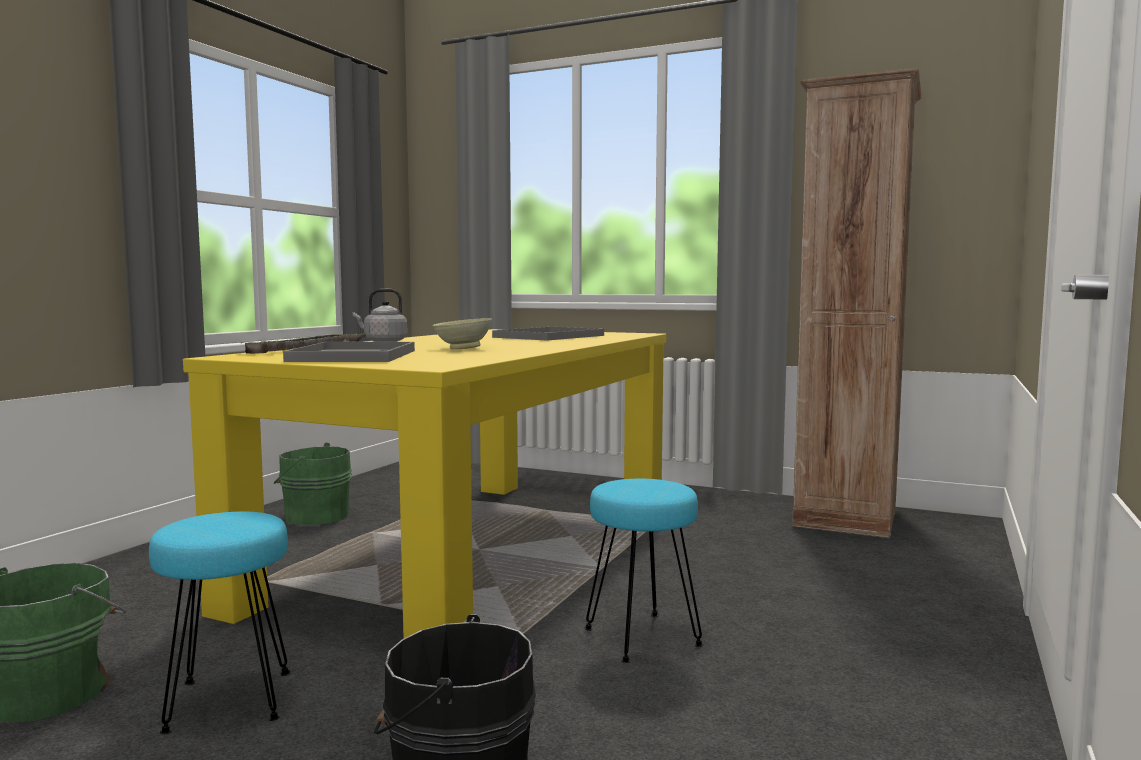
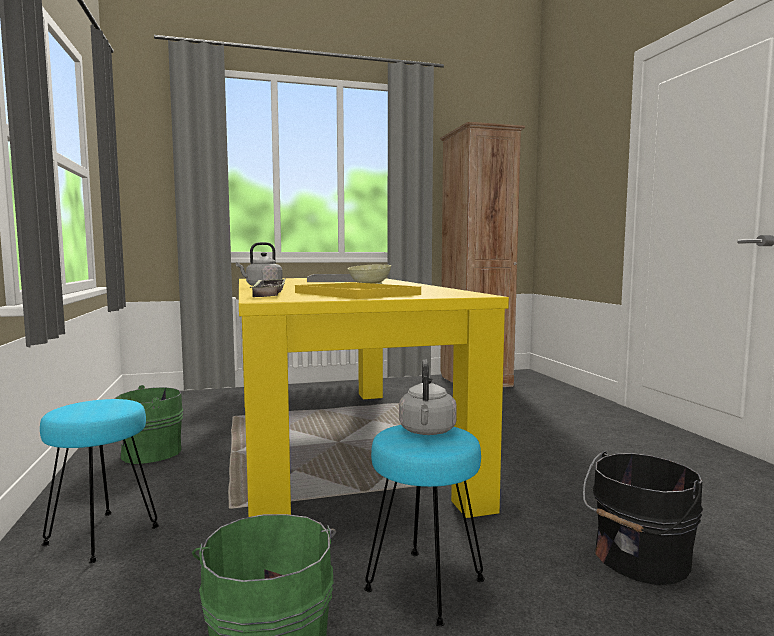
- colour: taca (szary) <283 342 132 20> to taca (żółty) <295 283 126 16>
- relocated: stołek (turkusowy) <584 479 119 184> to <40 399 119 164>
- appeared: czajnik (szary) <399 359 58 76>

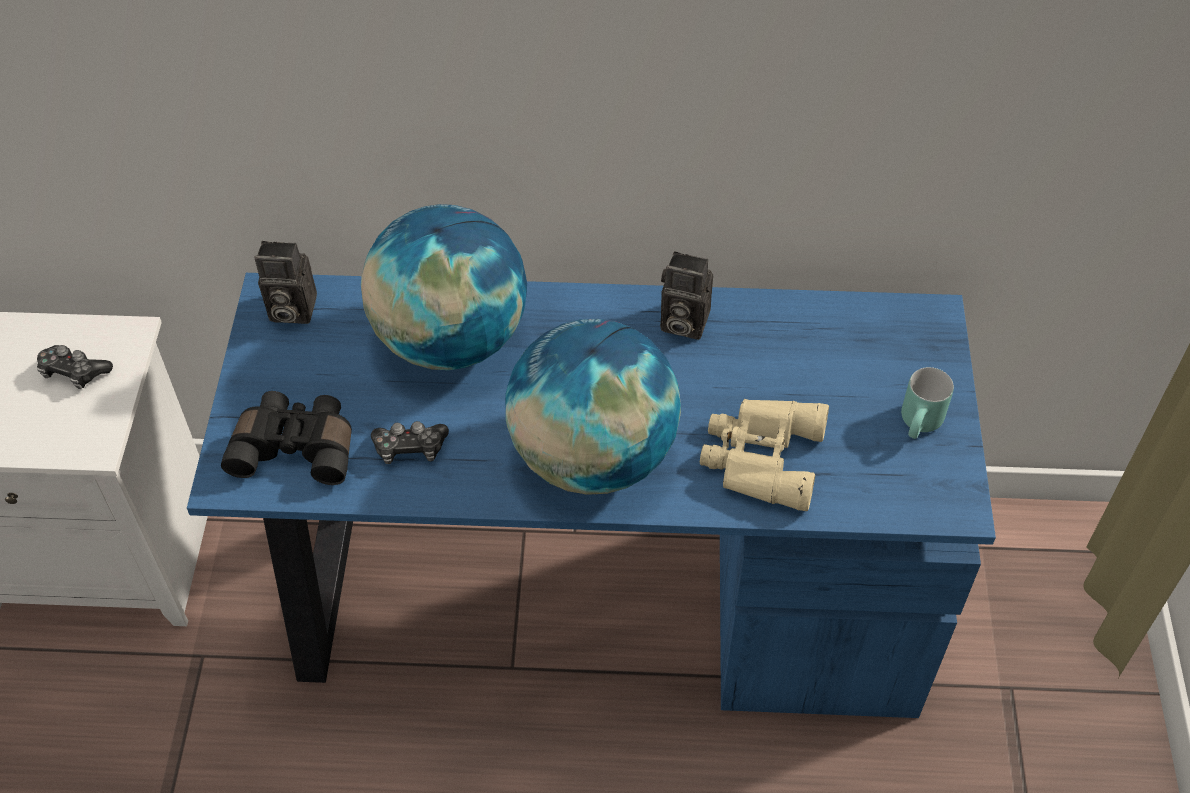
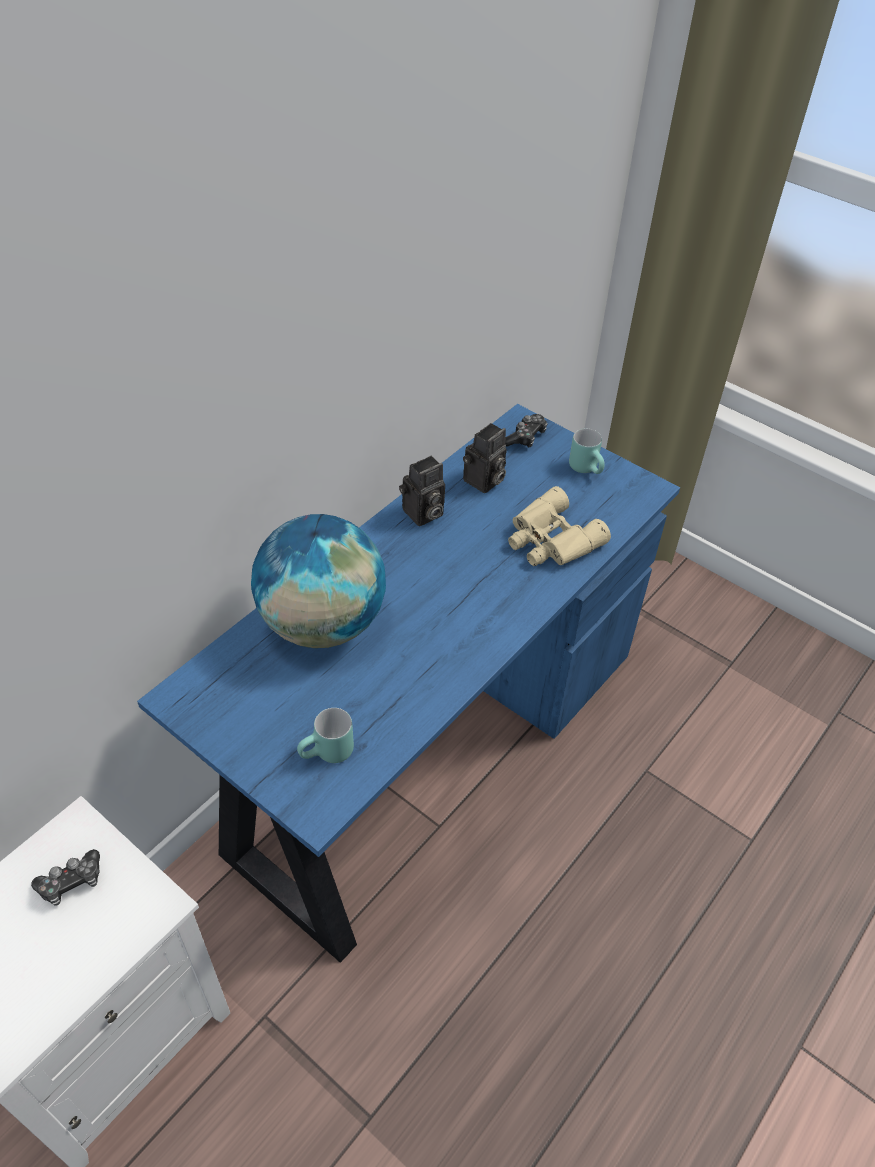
- exchanged: lornetka (czarny) <221 391 131 94> to kubek (turkusowy) <297 708 57 55>
- relocated: aparat fotograficzny <254 241 63 83> to <463 423 44 70>
- relocated: pad do gier <371 421 78 43> to <505 414 43 34>
- missing: globus <505 319 176 176>

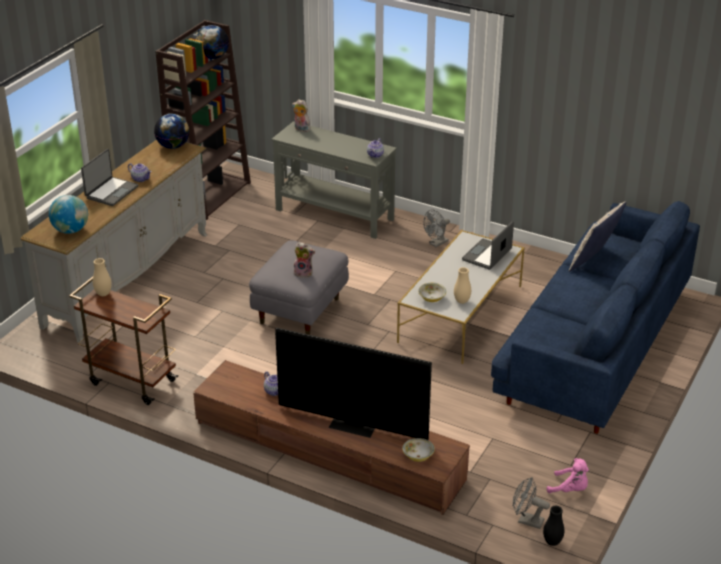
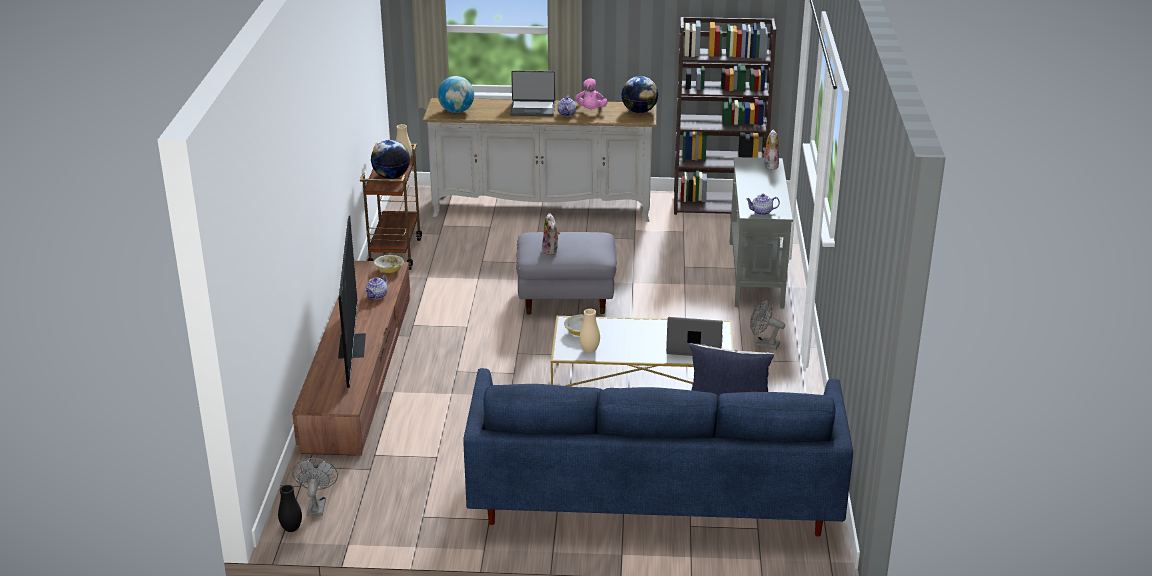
- relocated: globus <196 25 33 34> to <371 140 39 39>
- relocated: miska <402 438 33 24> to <374 255 30 18>
- relocated: pluszak (różowy) <547 458 42 35> to <575 78 33 31>

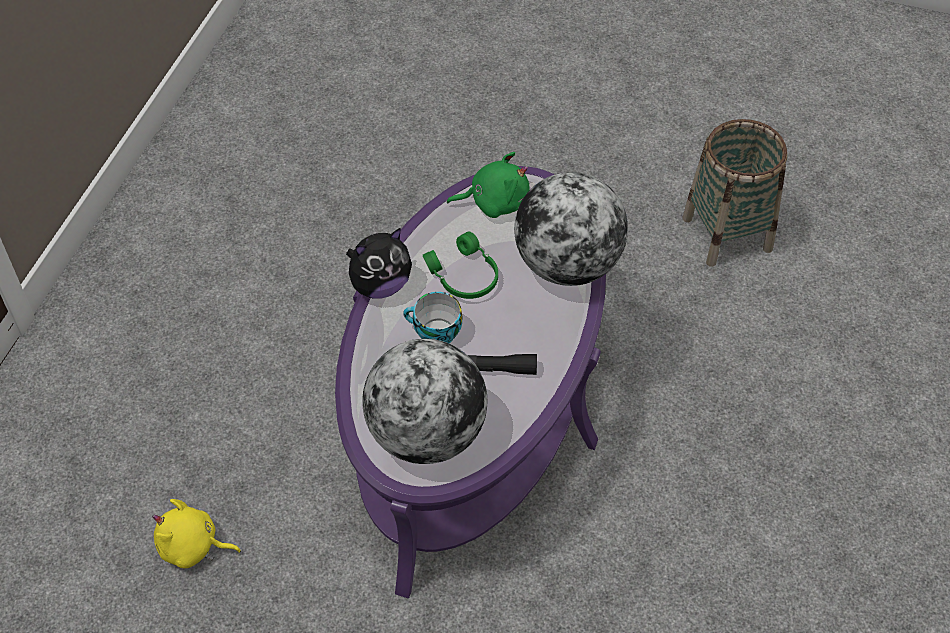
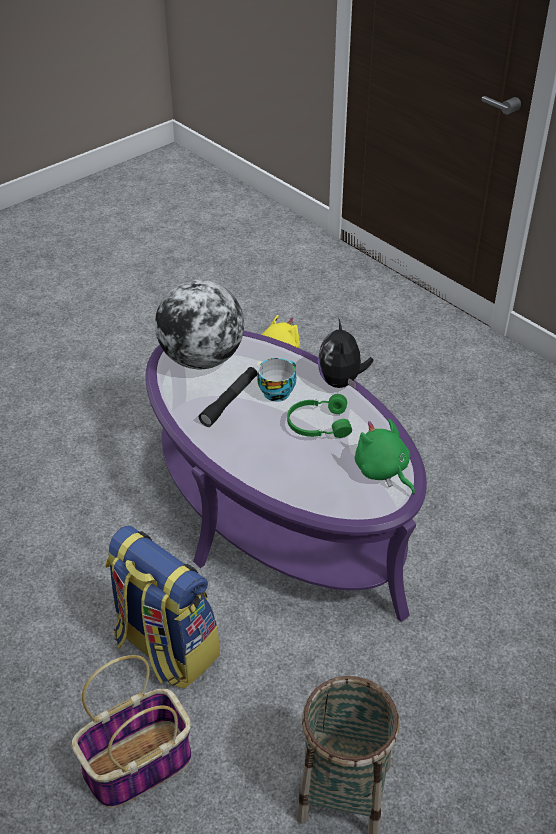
- spun: pluszak (zielony) <447 152 82 66> = <355 419 60 75> 120 degrees clockwise
- missing: globus <514 172 114 114>
- appeared: koszyk <72 655 120 153>
- appeared: plecak <105 526 115 163>

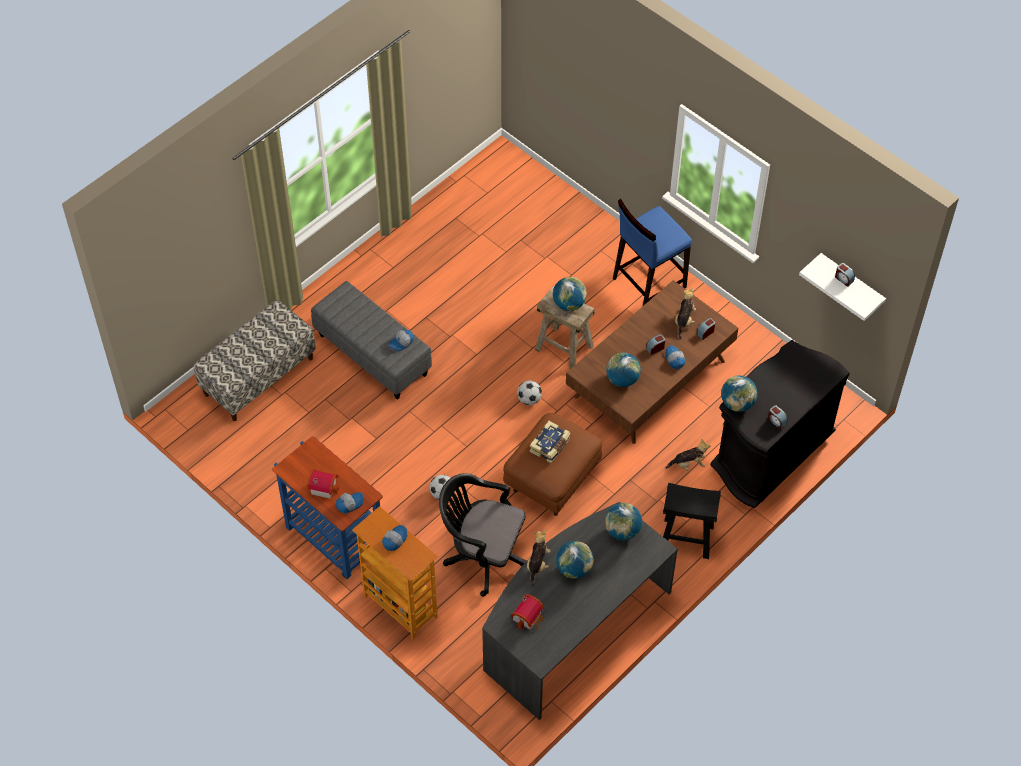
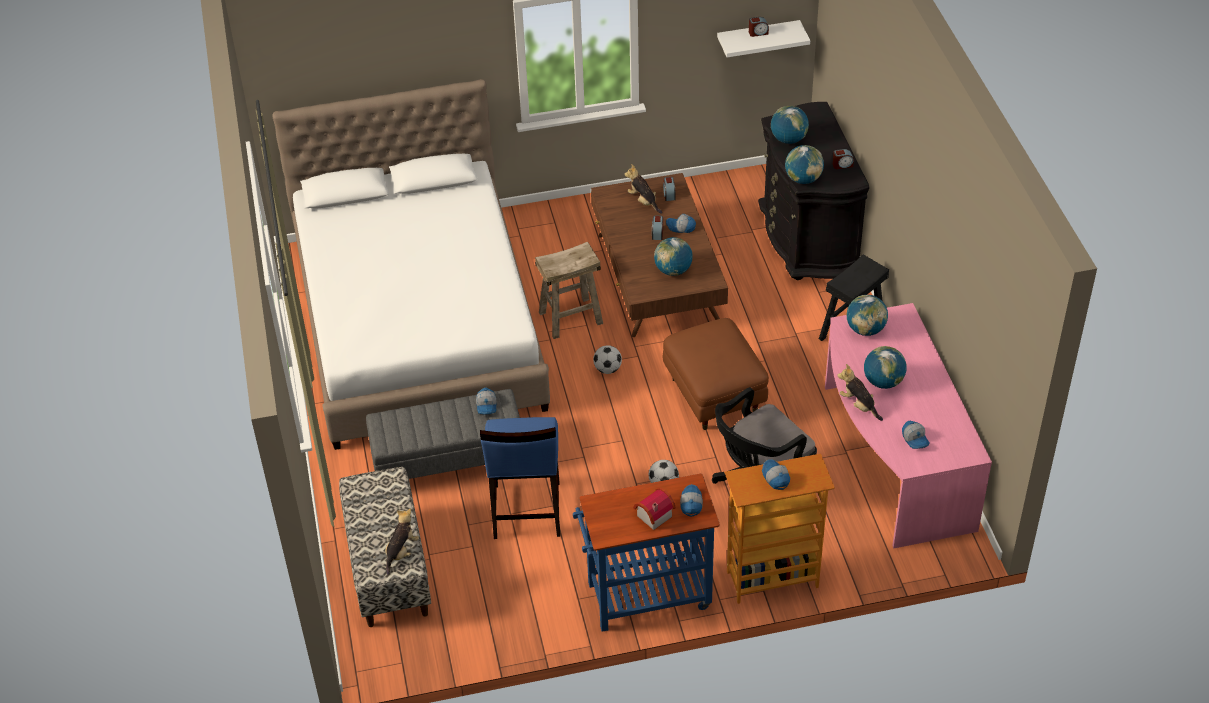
- colour: biurko (szary) <482 502 196 218> to biurko (różowy) <825 303 167 246>
- exchanged: domek <511 595 33 35> to czapka z daszkiem <902 421 28 28>
- missing: książka <530 421 40 42>
- relocated: globus <553 277 34 34> to <771 106 38 38>
- relocated: stołek (niebieski) <613 199 79 107> to <480 417 80 122>
- relocated: pluszak <665 439 45 32> to <385 508 34 67>
- appeared: łóżko (biały) <272 79 278 371>

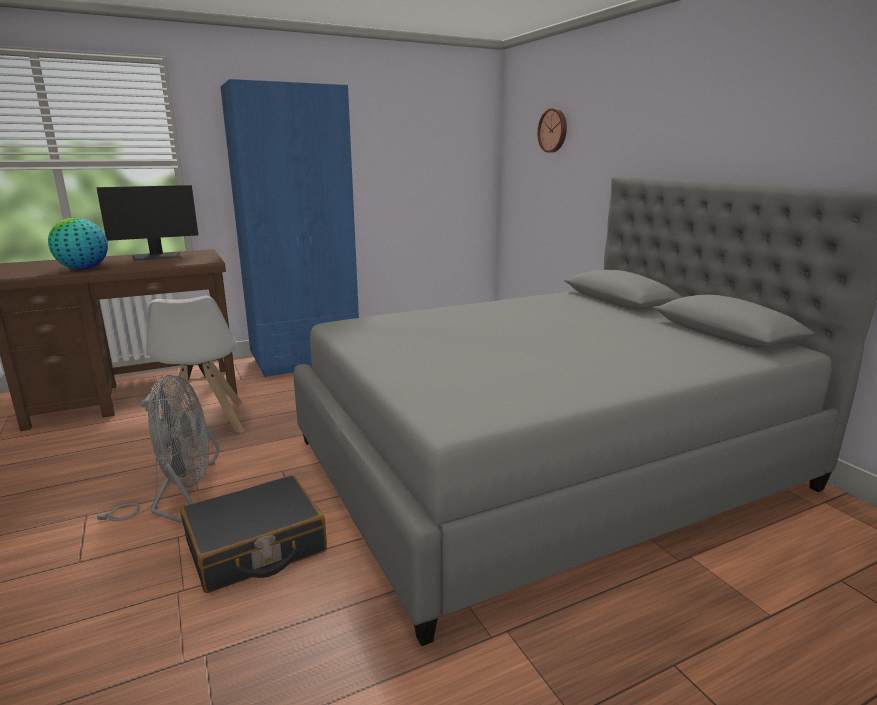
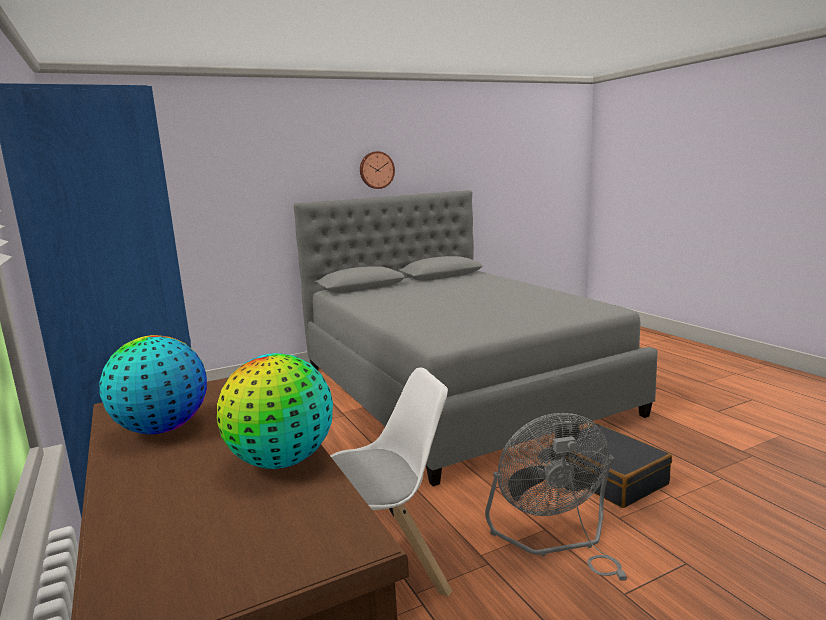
- exchanged: monitor <96 185 102 76> to globus <99 335 108 99>
- relocated: zegar ścienny <538 108 29 45> to <360 151 35 38>

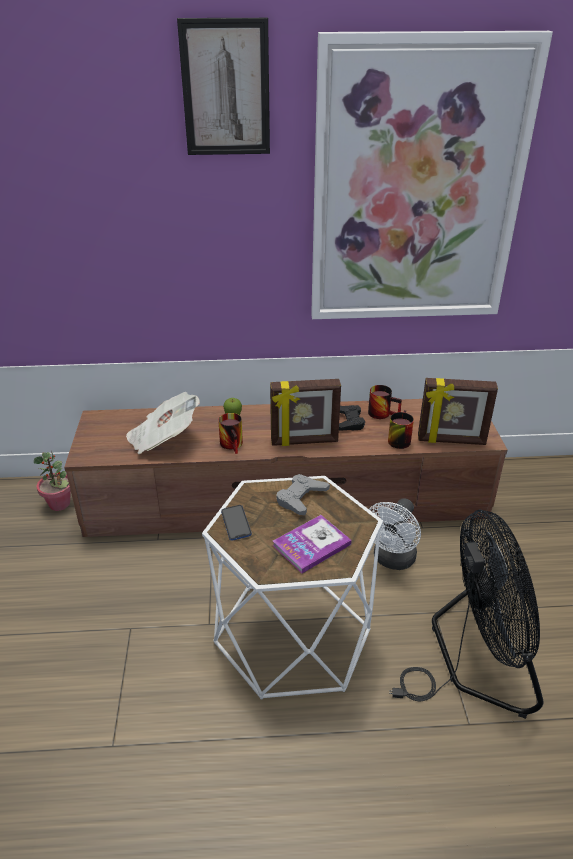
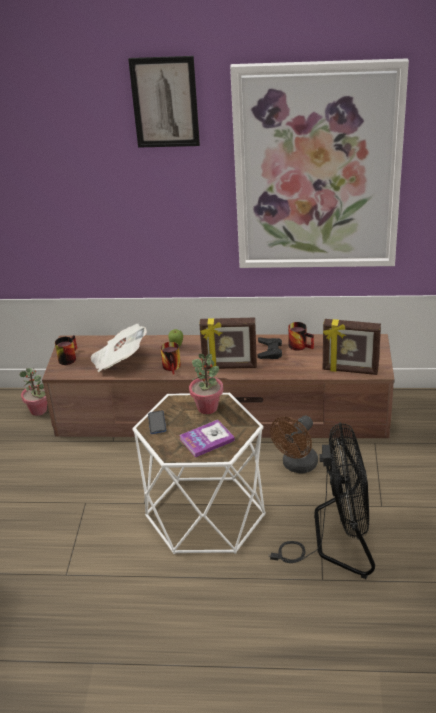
- exchanged: pad do gier (szary) <276 474 54 41> to roślina doniczkowa <189 354 34 60>
- colour: wentylator (biały) <369 498 52 72> to wentylator (brązowy) <270 416 48 58>
- relocated: kubek <388 410 26 39> to <55 335 22 30>

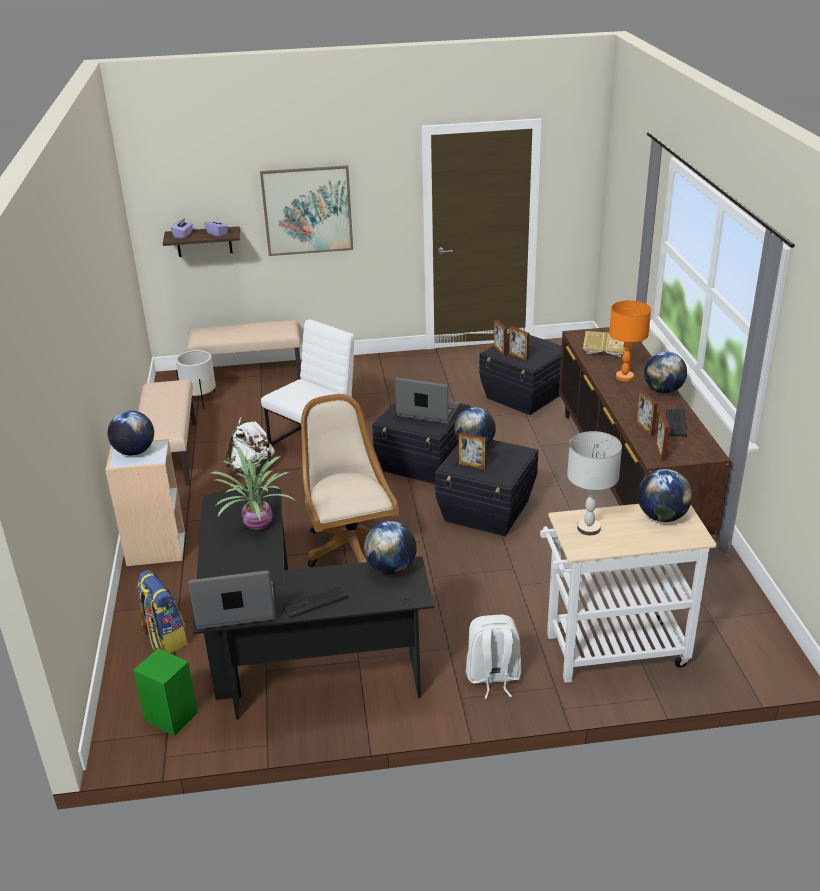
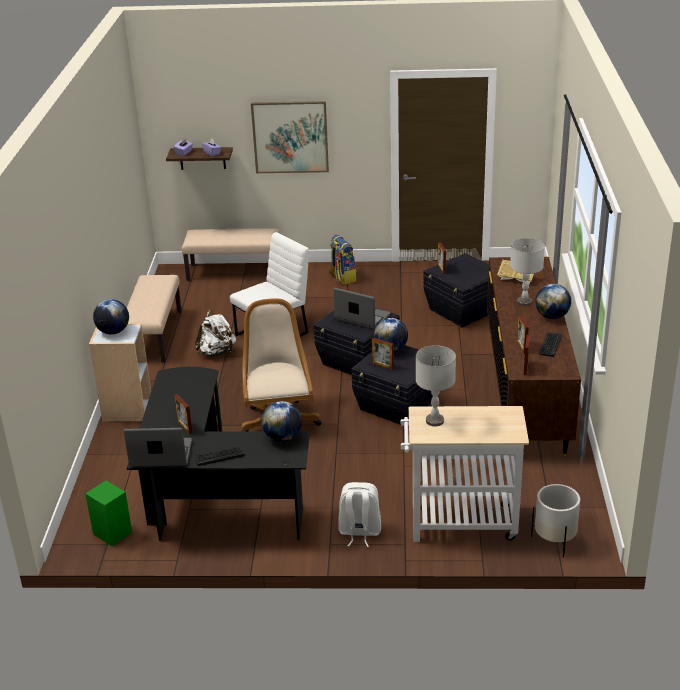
- relocated: plecak <137 570 51 83> to <330 235 26 50>
- relocated: donica (biały) <176 350 40 59> to <531 484 49 73>
- missing: roślina doniczkowa <211 447 84 84>
- relocated: ramka na zdjęcie <509 326 21 35> to <174 394 19 40>
- colour: lampa stołowa (pomarańczowy) <609 300 42 81> to lampa stołowa (szary) <510 238 35 68>
- missing: globus <638 469 54 53>

